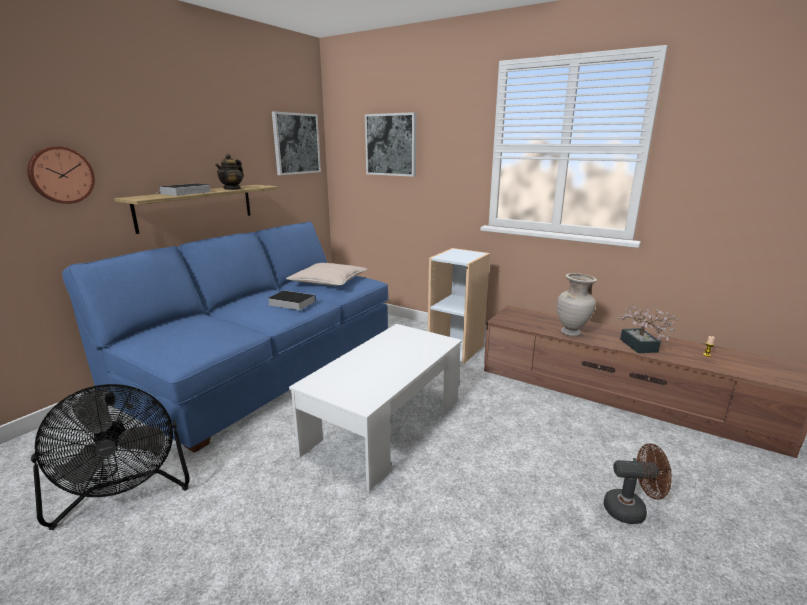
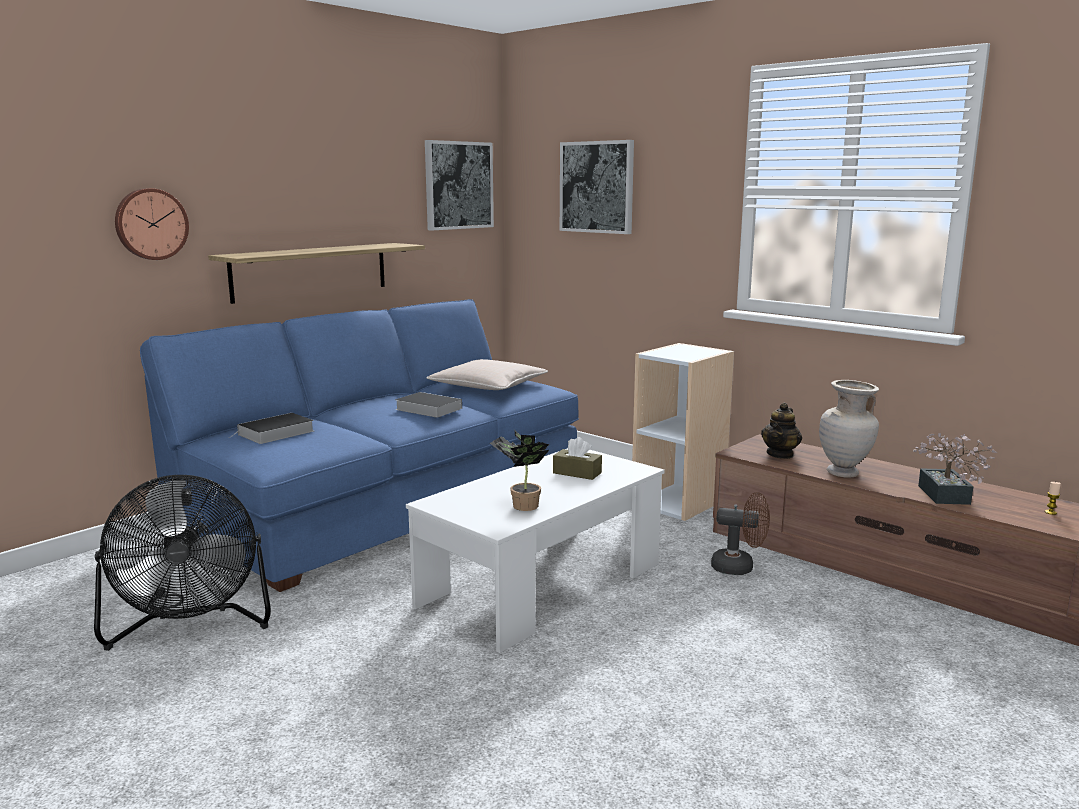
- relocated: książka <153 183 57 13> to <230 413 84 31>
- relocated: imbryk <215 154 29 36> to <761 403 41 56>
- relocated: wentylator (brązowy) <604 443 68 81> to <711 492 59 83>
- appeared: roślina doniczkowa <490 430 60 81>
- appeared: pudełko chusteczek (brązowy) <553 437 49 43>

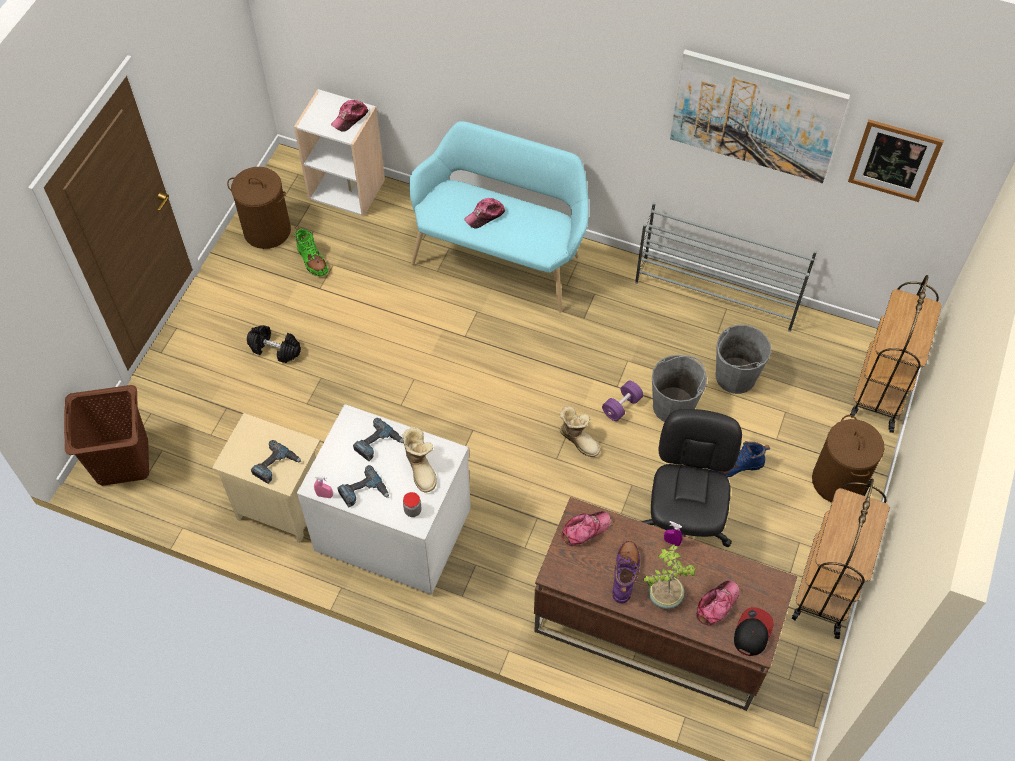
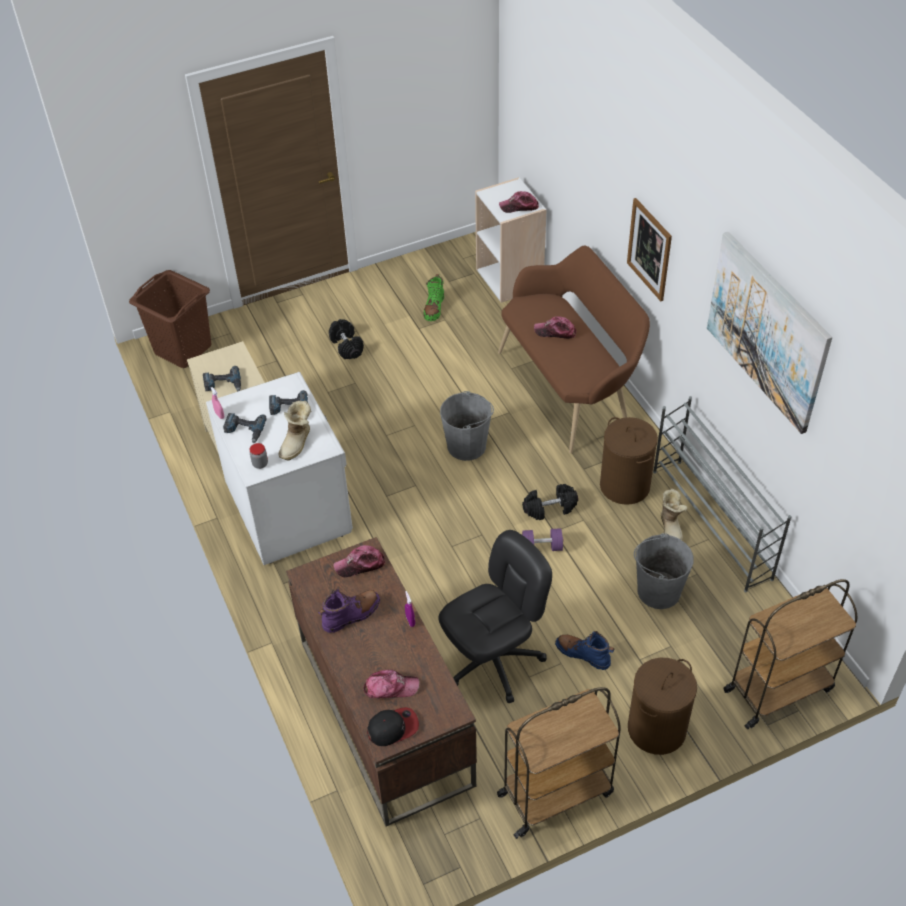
- relocated: kosz na pranie (brązowy) <227 167 64 82> to <600 417 58 88>
- colour: ławka (turkusowy) <409 121 180 192> to ławka (brązowy) <498 246 152 207>
- relocated: but z cholewką <560 406 40 51> to <661 489 26 52>
- spun: czapka z daszkiem <561 511 50 35> = <333 545 52 32> 150 degrees clockwise
- missing: roślina doniczkowa <643 544 53 65>
- relocated: wiadro (szary) <652 355 55 67> to <440 391 54 70>
- relocated: obraz <848 119 96 83> to <627 198 45 103>
- appeared: hantel (czarny) <522 484 56 36>

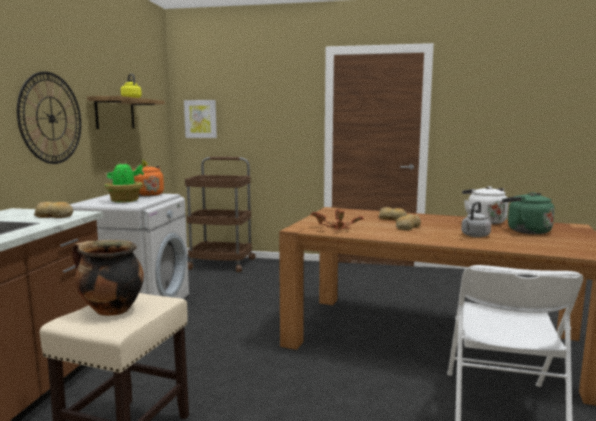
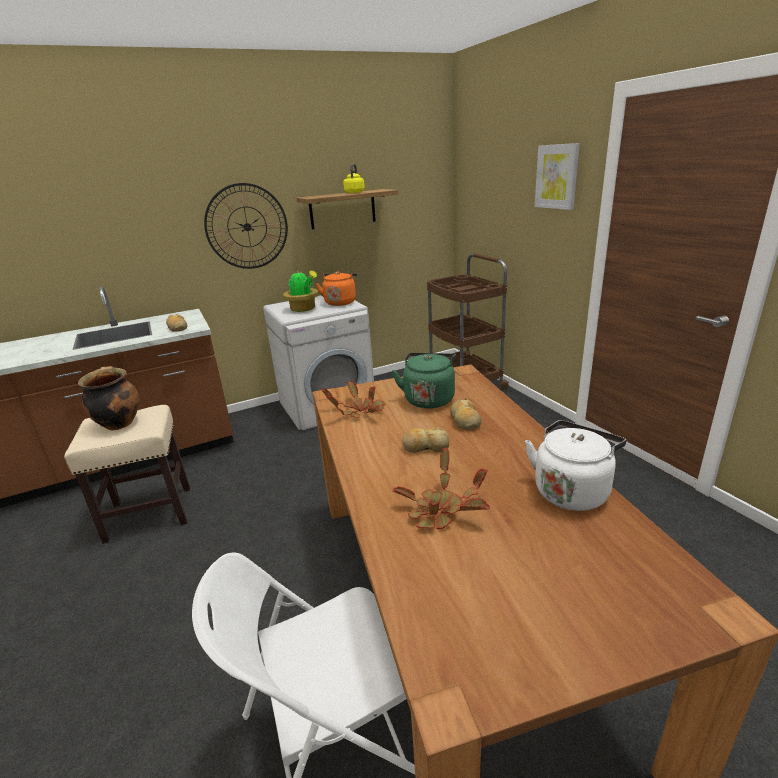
- relocated: obraz <184 100 33 38> to <535 143 45 67>
- exchanged: czajnik (szary) <461 202 30 35> to roślina doniczkowa <393 448 97 81>
- relocated: czajnik (zielony) <502 192 53 42> to <392 353 64 55>

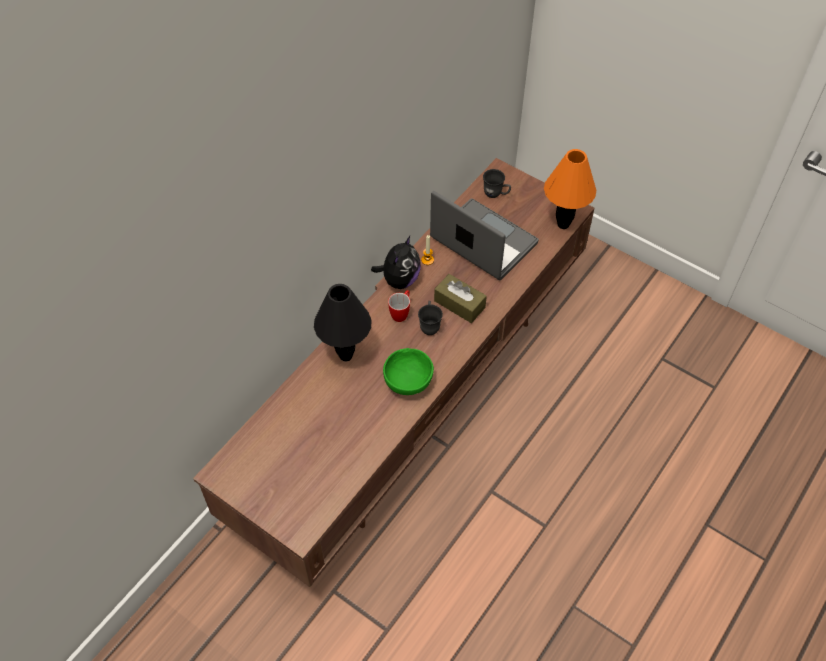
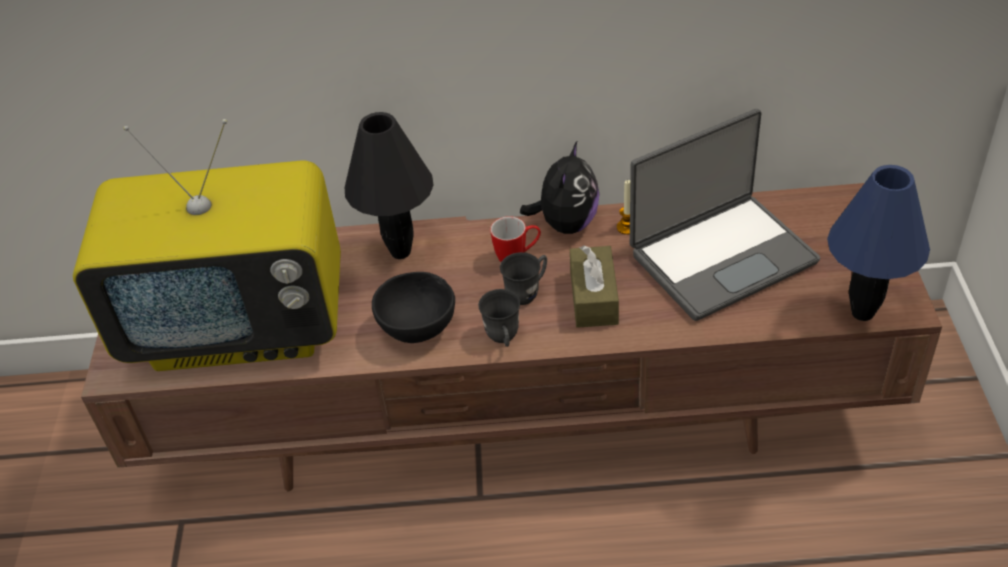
- spun: pluszak <371 236 50 53> = <520 140 79 94> 60 degrees counterclockwise
- colour: miska (zielony) <383 348 51 47> to miska (czarny) <372 272 83 71>
- spun: laptop <430 191 109 89> = <630 109 190 212> 60 degrees clockwise
- relocated: kubek (szary) <483 169 28 29> to <478 289 42 58>
- colour: lampa stołowa (pomarańczowy) <544 149 52 80> to lampa stołowa (niebieski) <827 165 103 156>
- appeared: telewizor <73 119 268 252>

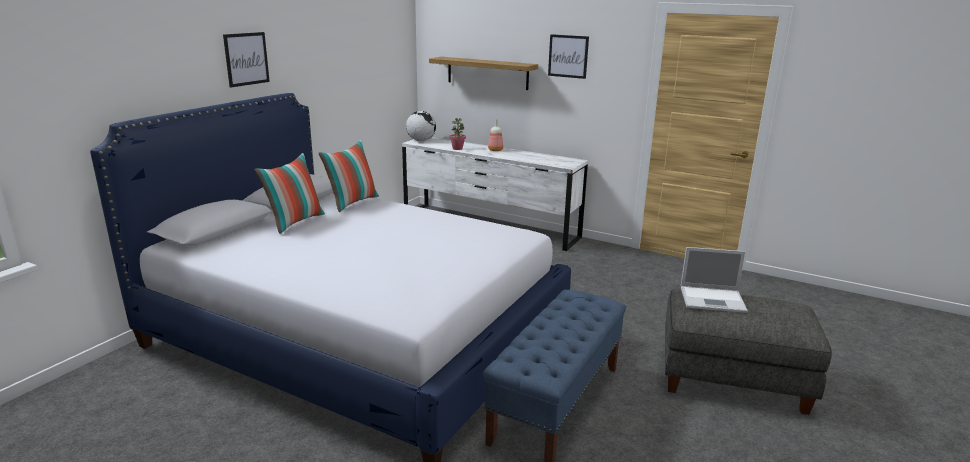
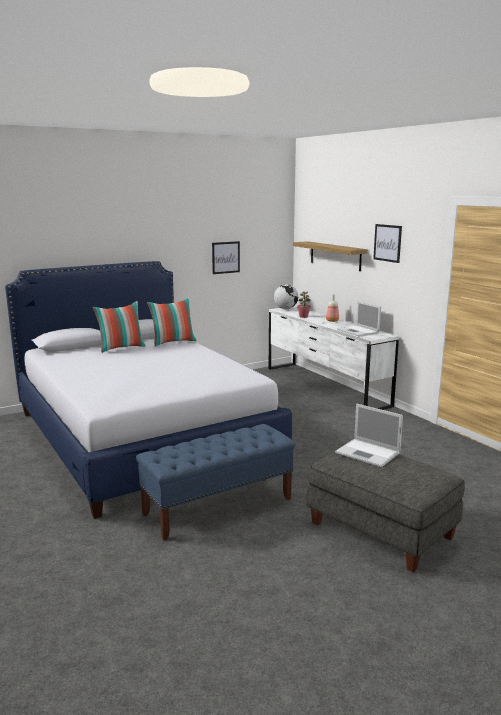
- relocated: obraz <223 32 47 56> to <212 241 28 33>
- appeared: laptop <337 301 44 36>

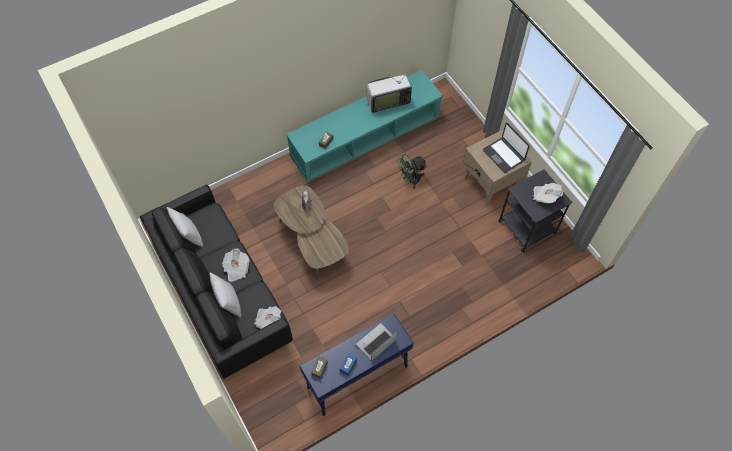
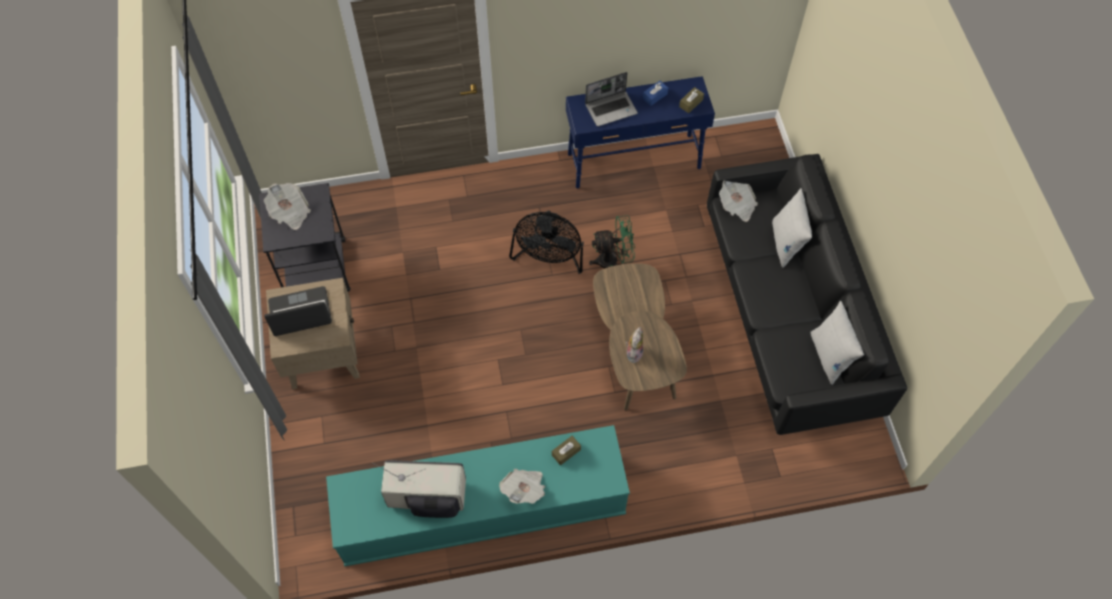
- relocated: gazeta <222 248 28 34> to <499 469 46 35>
- relocated: wentylator (zielony) <398 154 29 35> to <589 215 46 54>
- spun: laptop <483 123 47 50> = <264 286 68 50> 90 degrees counterclockwise
- appeared: wentylator (czarny) <509 211 75 63>

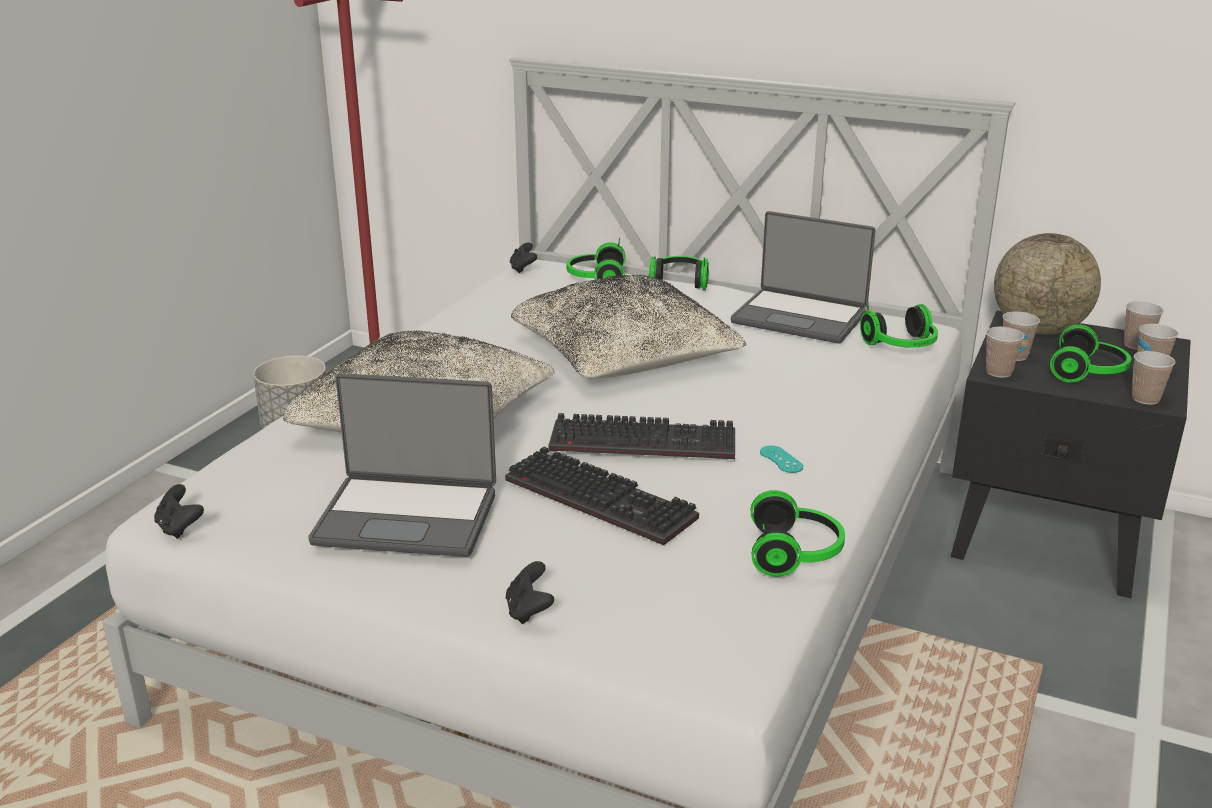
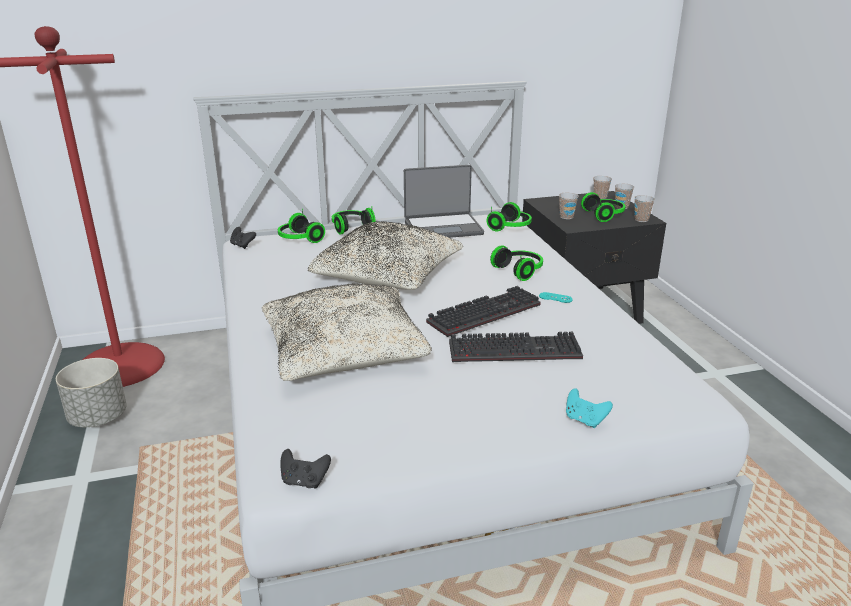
- missing: laptop <308 373 188 184>
- colour: pad do gier (czarny) <506 561 48 63> to pad do gier (turkusowy) <566 388 47 40>
- relocated: słuchawki <751 490 94 87> to <490 245 53 36>
- missing: filiżanka <986 327 38 51>
- missing: globus <994 233 107 102>

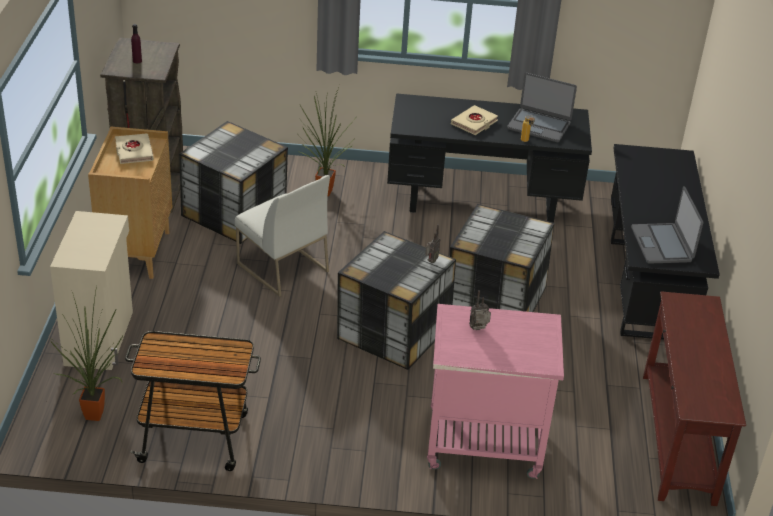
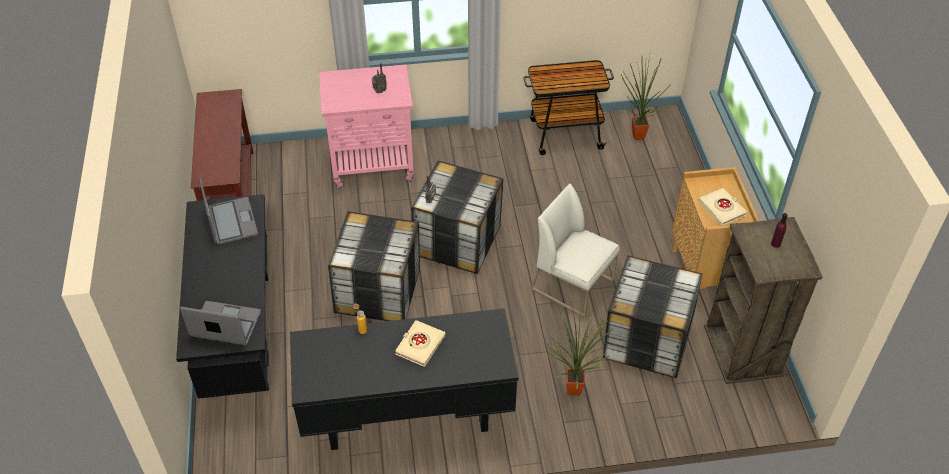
- missing: szafka (beżowy) <50 211 83 159>
- relocated: laptop <507 73 70 69> to <180 301 81 44>

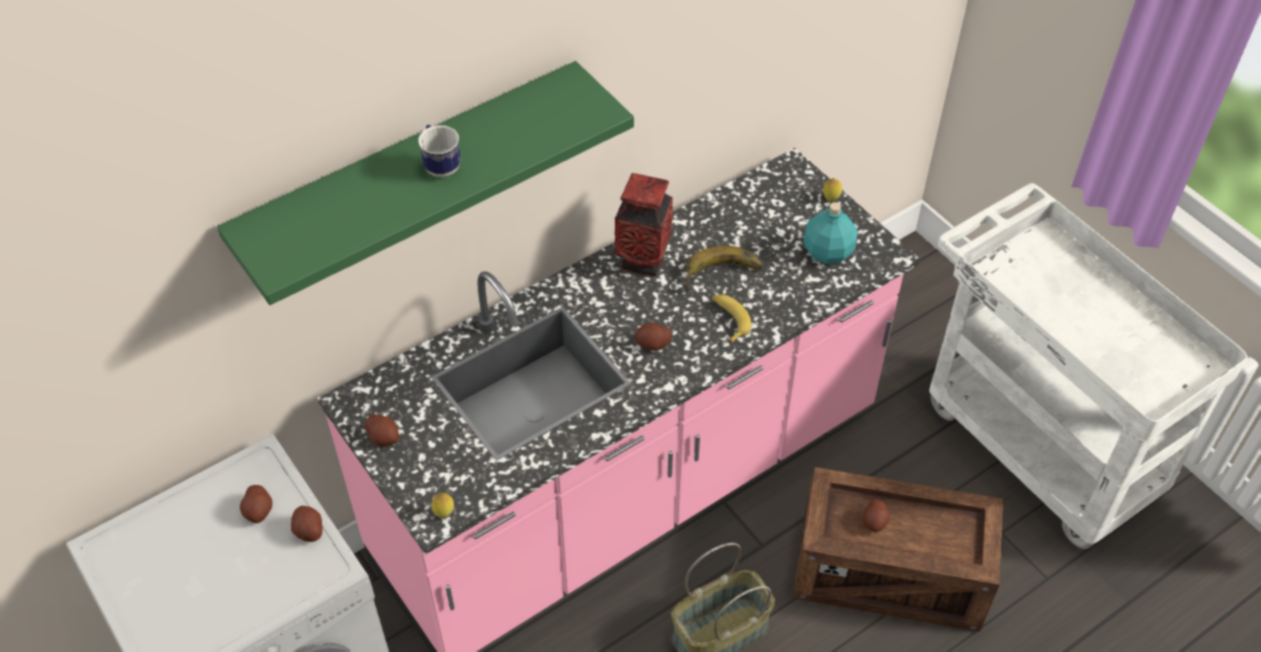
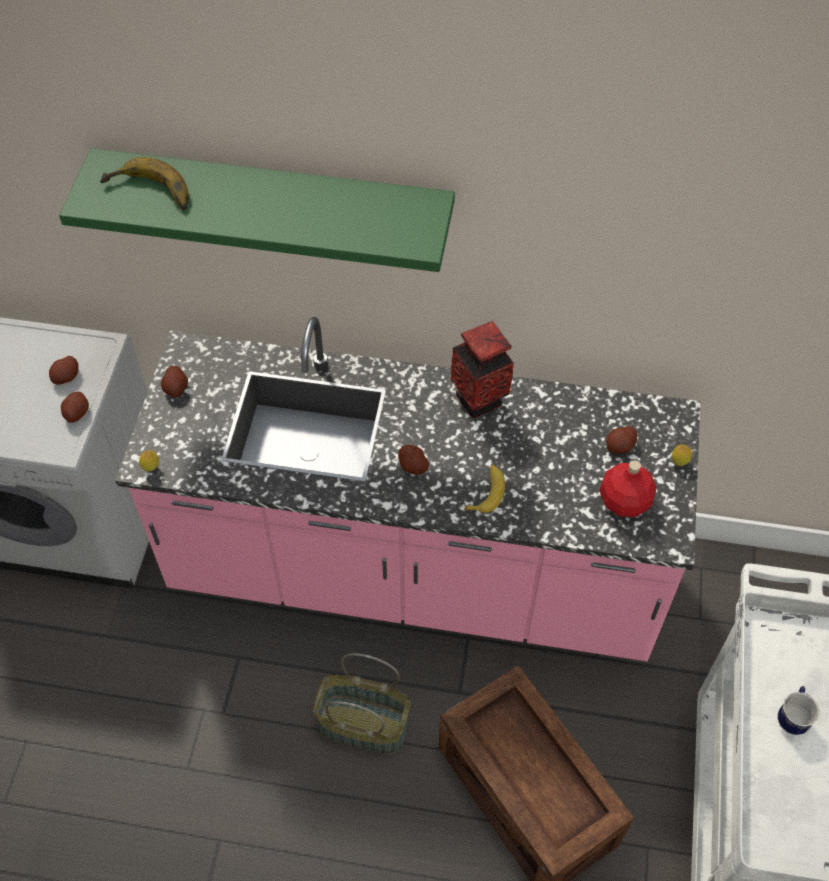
- relocated: kubek <418 125 42 52> to <778 686 42 49>
- relocated: banan <684 245 79 47> to <100 157 89 54>
- colour: butelka (turkusowy) <803 202 54 62> to butelka (czerwony) <600 461 56 56>
- relocated: ziemniak <862 499 28 33> to <606 426 32 27>

